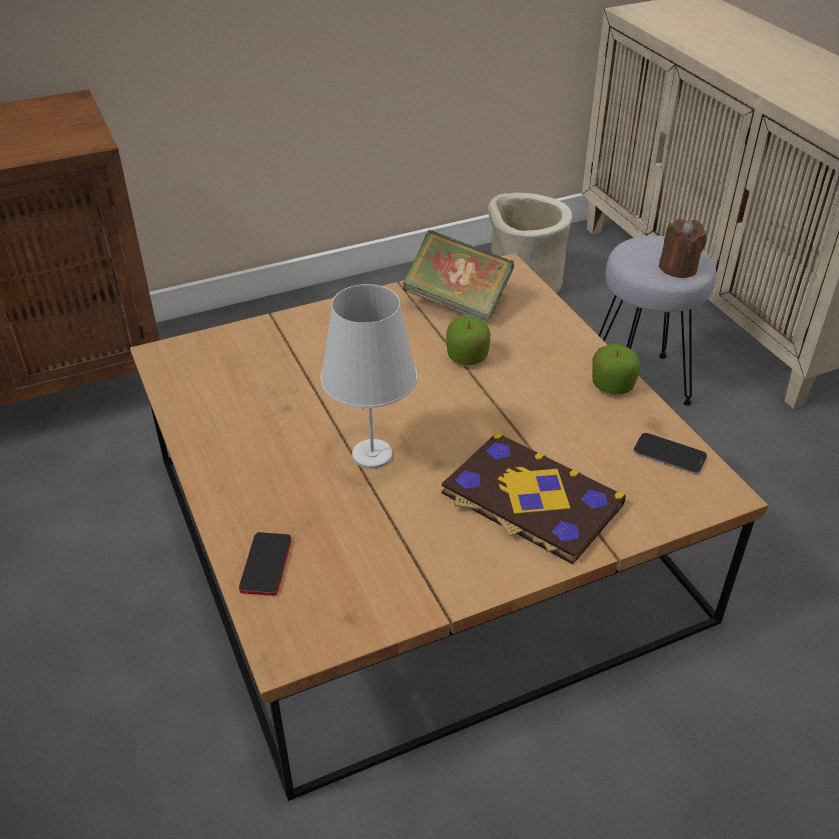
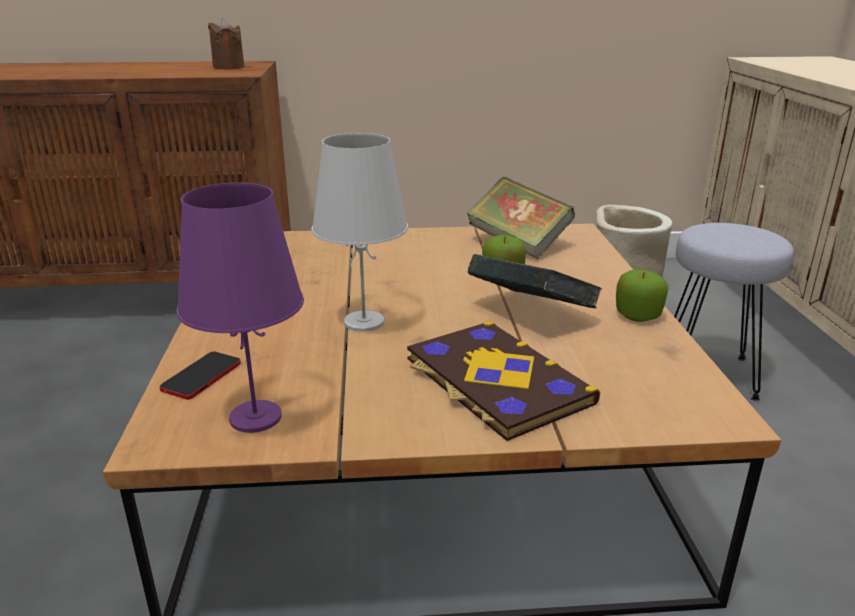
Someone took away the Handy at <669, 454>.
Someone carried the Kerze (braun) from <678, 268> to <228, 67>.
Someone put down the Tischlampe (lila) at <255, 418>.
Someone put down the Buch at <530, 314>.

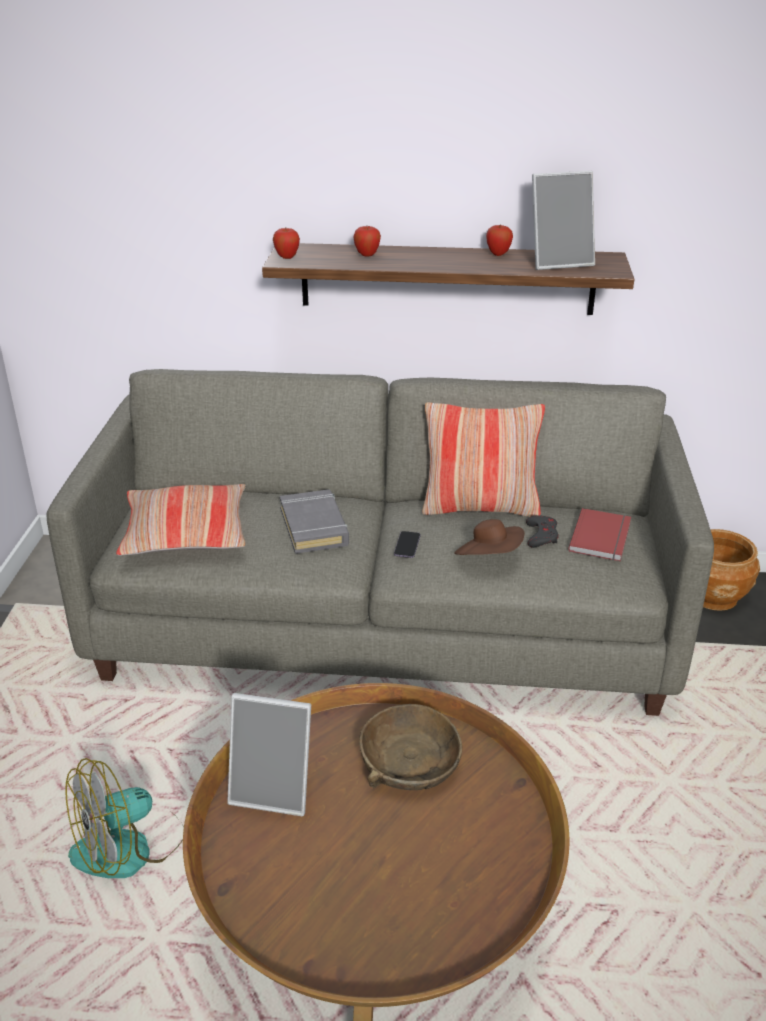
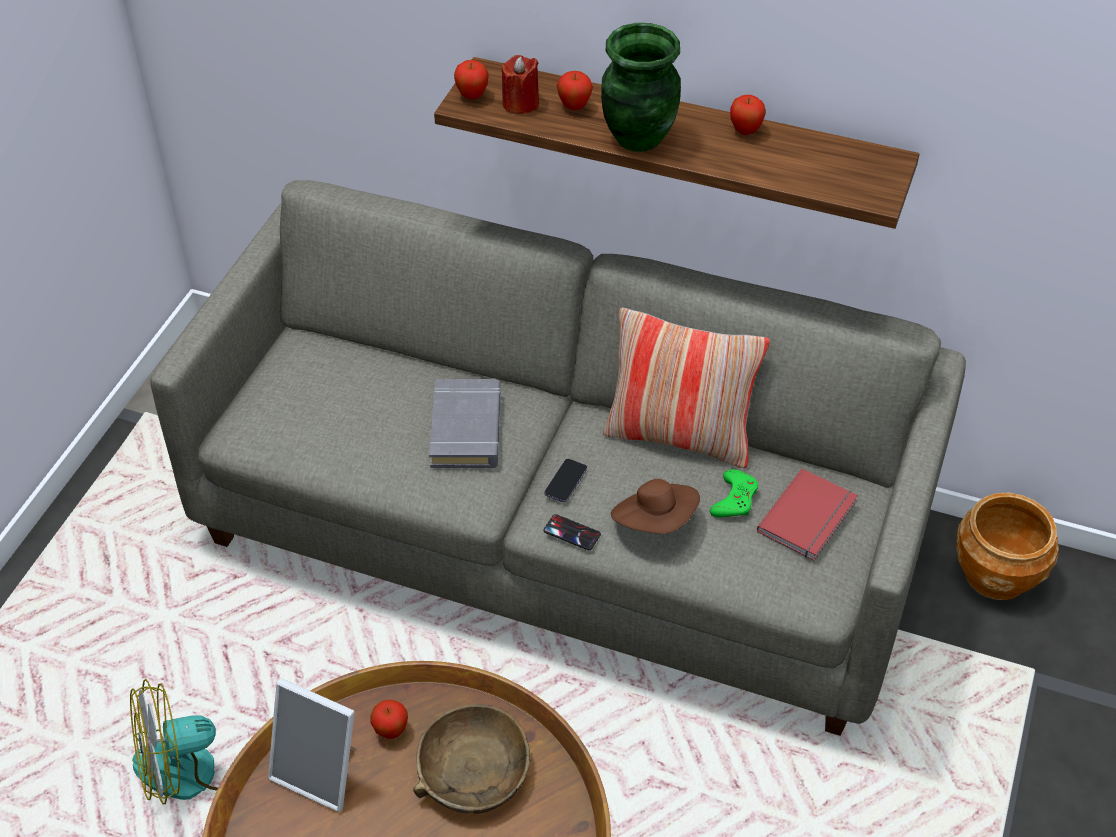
Someone took away the Kissen at <186, 533>.
Someone repainted the Gamepad (grau) at <541, 535>, which became the Gamepad (grün) at <734, 499>.
Someone took away the Bilderrahmen at <558, 261>.
Someone put down the Apfel at <391, 731>.
Someone put down the Kerze (rot) at <520, 104>.
Someone put down the Handy at <572, 532>.
Someone put down the Vase (grün) at <637, 138>.

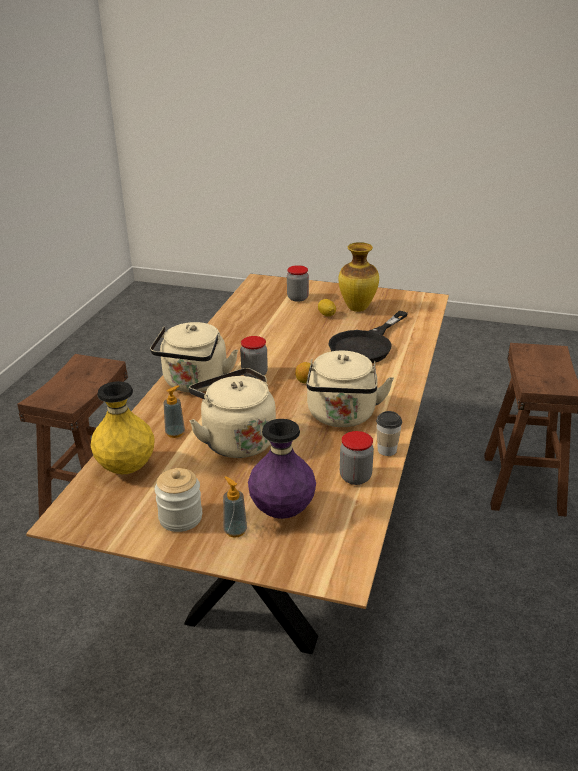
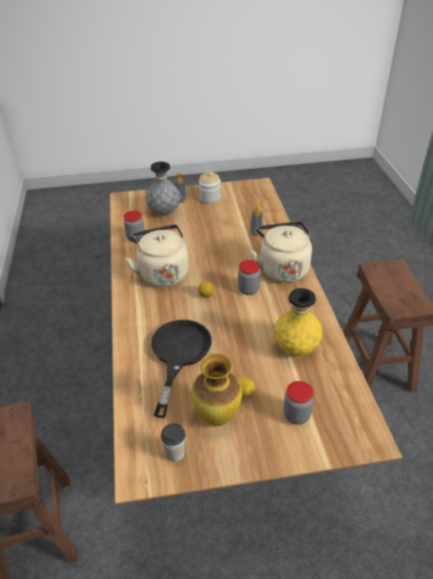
Someone carried the Vase (gelb) from <127, 468> to <296, 349>.
Someone took away the Wasserkessel (beige) at <236, 440>.
Someone repainted the Vase (lila) at <282, 511>, which became the Vase (grau) at <164, 213>.
Someone carried the Tasse from <387, 450> to <175, 453>.

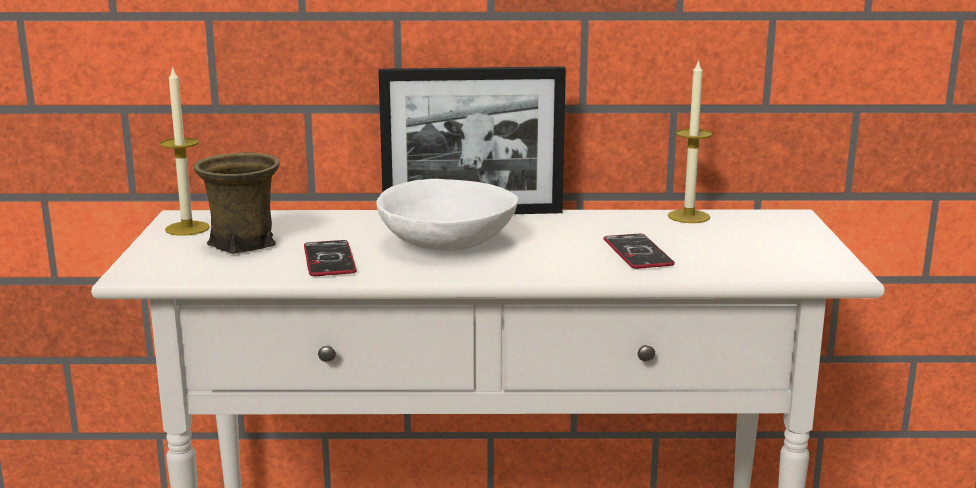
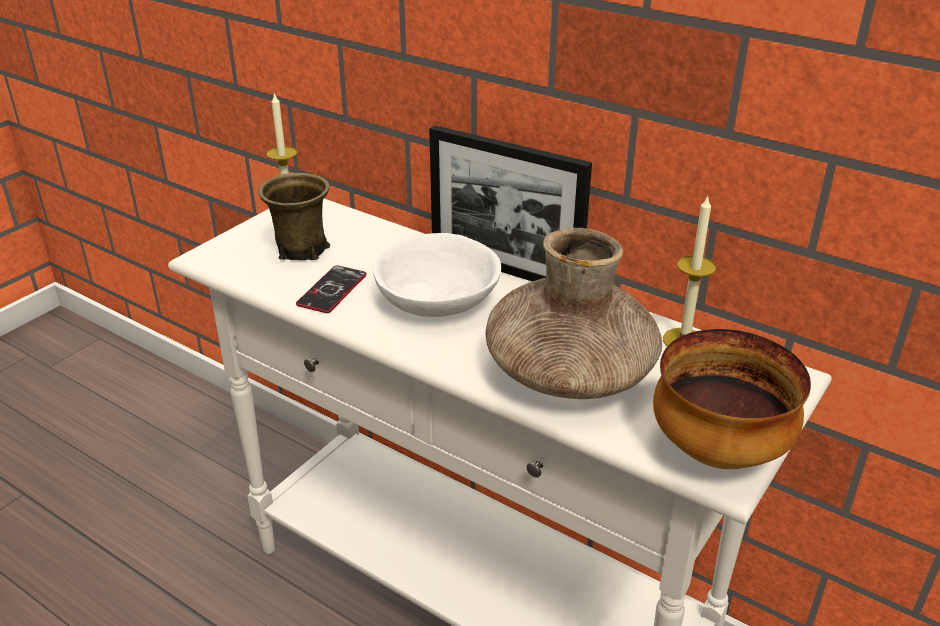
Someone swapped the Handy at <637, 253> for the Vase (braun) at <569, 374>.
Someone put down the Schüssel at <718, 450>.

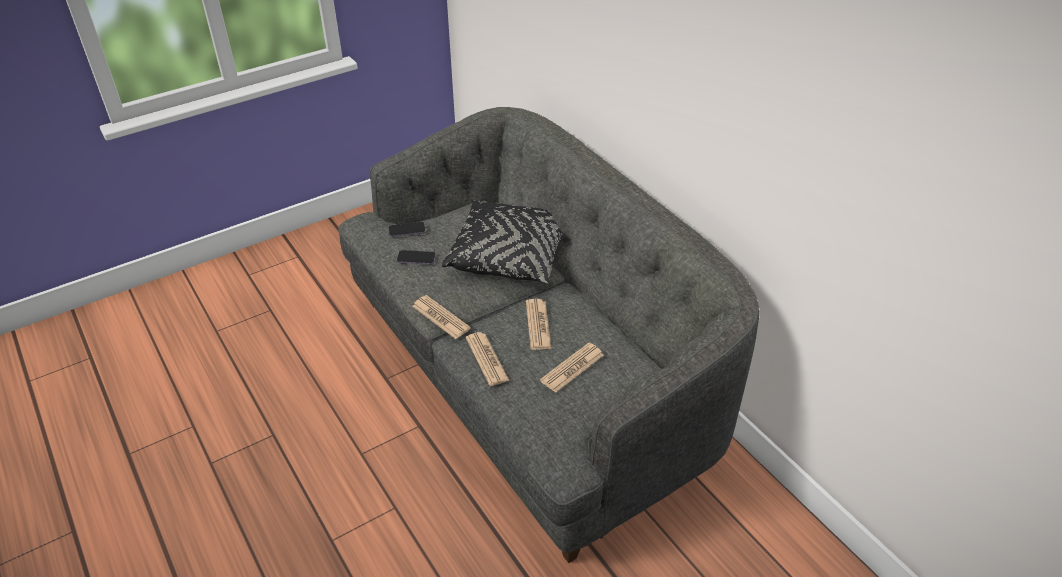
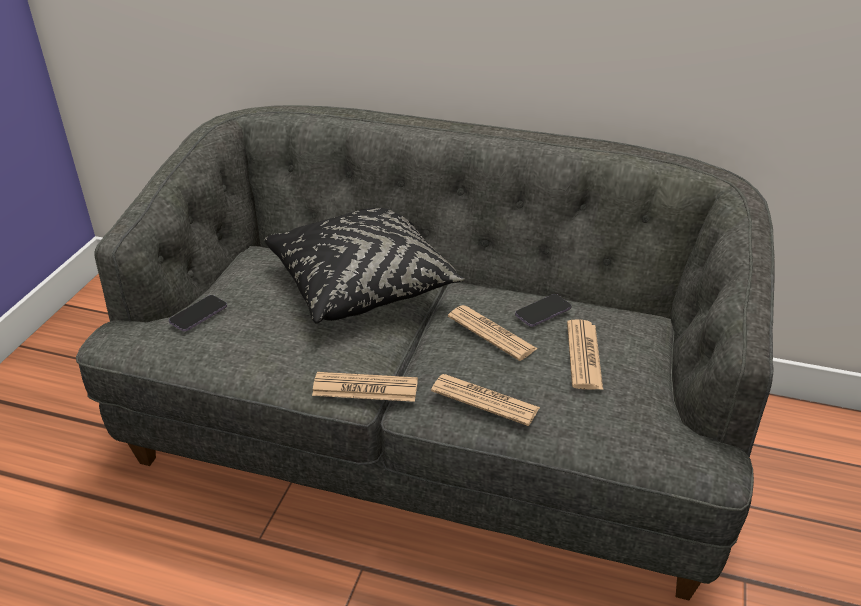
Someone carried the Handy from <416, 258> to <543, 312>.

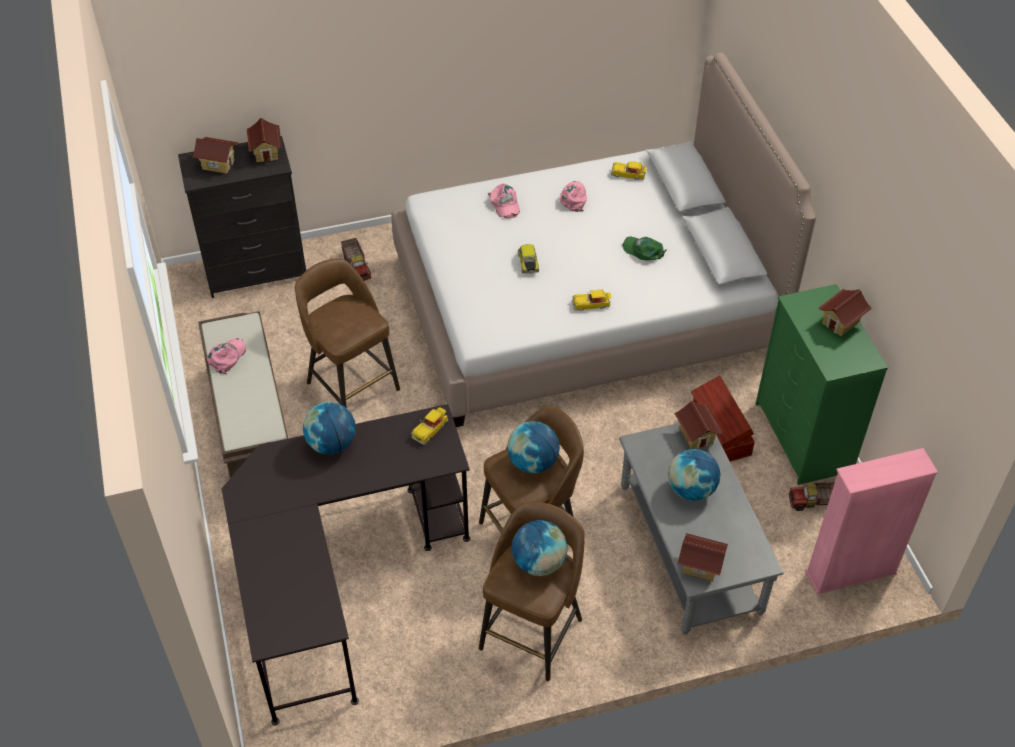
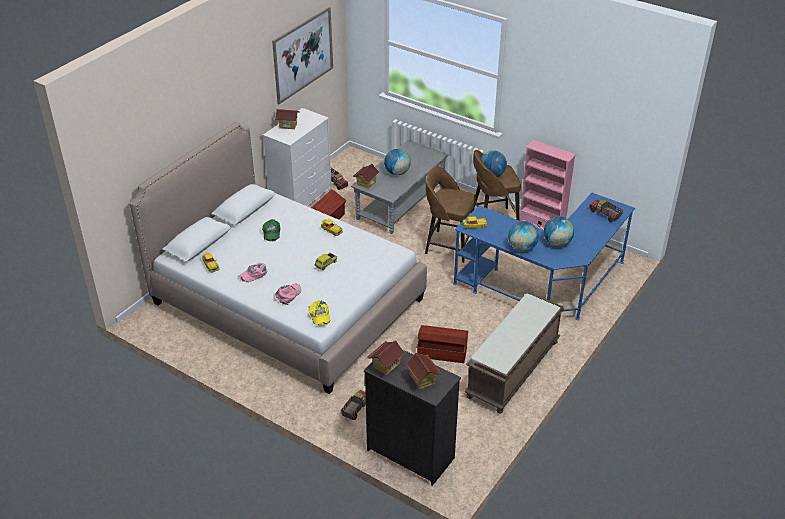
Someone took away the Kappe (rosa) at <227, 357>.
Someone repainted the Schreibtisch (schwarz) at <337, 578>, which became the Schreibtisch (blau) at <545, 286>.
Someone swapped the Hocker (braun) at <351, 384> for the Aufbewahrungsbox (braun) at <441, 352>.
Someone carried the Globus from <533, 462> to <557, 243>.
Someone took away the Spielzeughaus at <700, 566>.
Someone repainted the Kommode (grün) at <804, 438>, which became the Kommode (weiß) at <301, 199>.
Someone carried the Bücherregal (rosa) from <850, 572> to <541, 225>.
Someone put up the Bild at <303, 55>.
Someone put down the Kappe (gelb) at <319, 315>.
Someone put down the Spielzeuglaster at <604, 215>.

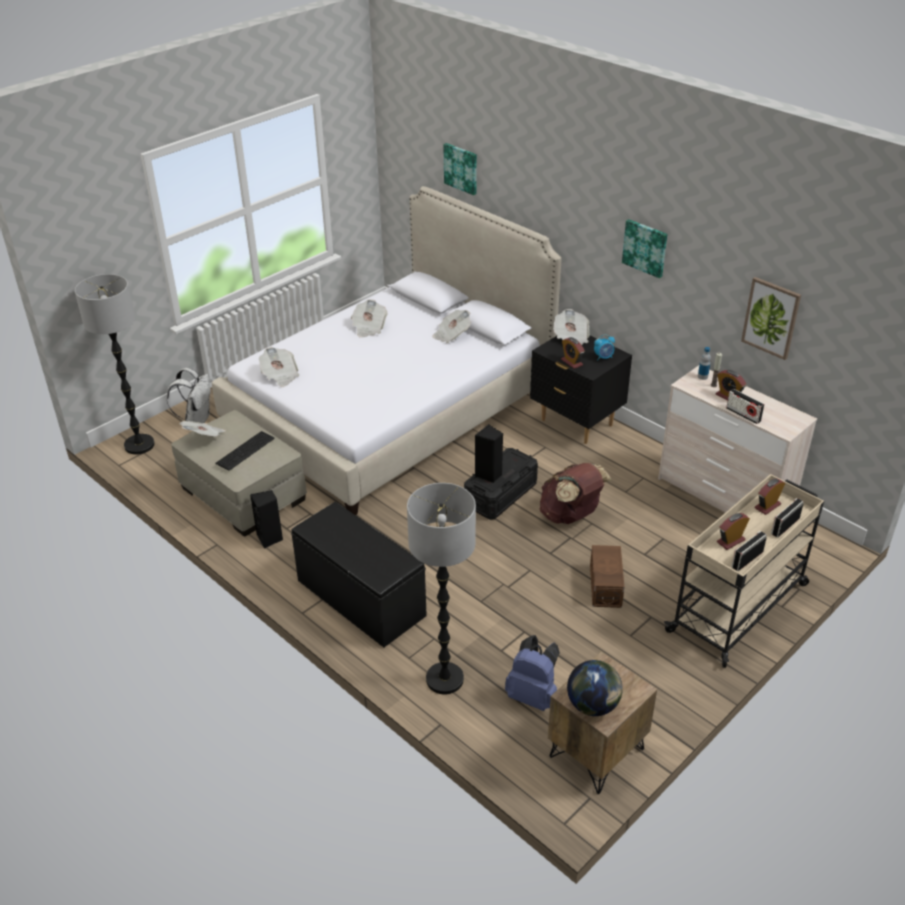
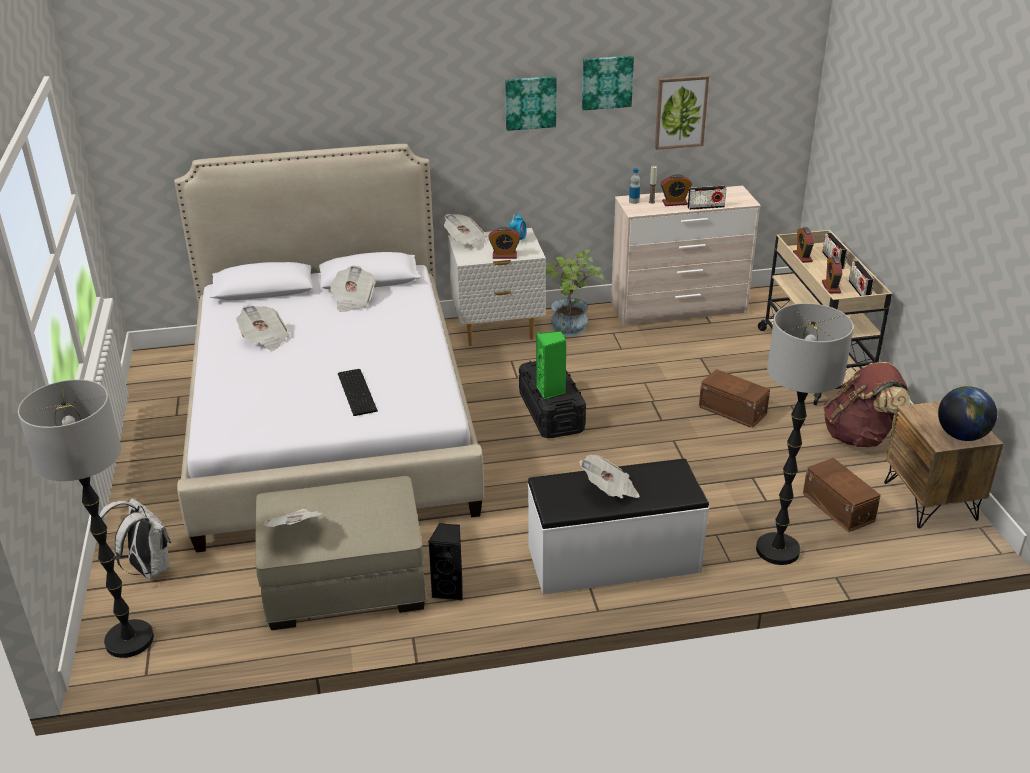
Someone carried the Tastatur from <246, 451> to <358, 391>.
Someone carried the Zeitung from <280, 376> to <609, 490>.
Someone repainted the Bank (schwarz) at <360, 598>, which became the Bank (weiß) at <614, 560>.
Someone carried the Bild from <461, 168> to <606, 82>.
Someone repainted the Lautsprecher (schwarz) at <489, 475>, which became the Lautsprecher (grün) at <551, 390>.
Someone swapped the Rucksack (blau) at <533, 695> for the Aufbewahrungsbox (braun) at <838, 506>.
Someone repainted the Nachttisch (schwarz) at <576, 423>, which became the Nachttisch (weiß) at <497, 331>.
Someone carried the Rucksack (braun) from <570, 515> to <859, 436>.
Someone put down the Topfpflanze at <571, 329>.

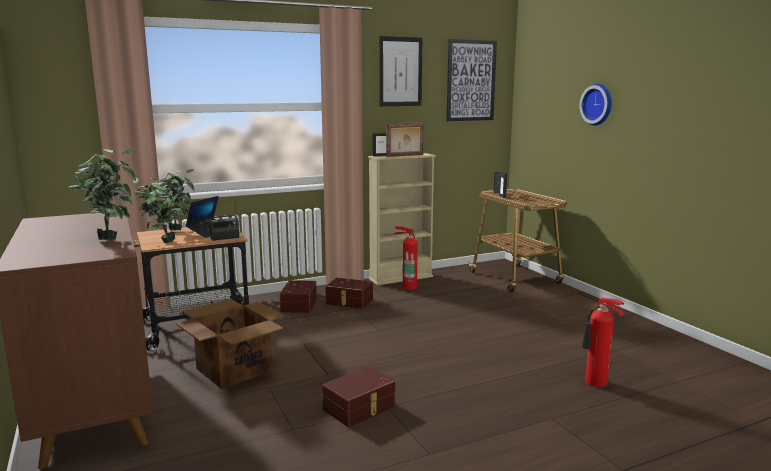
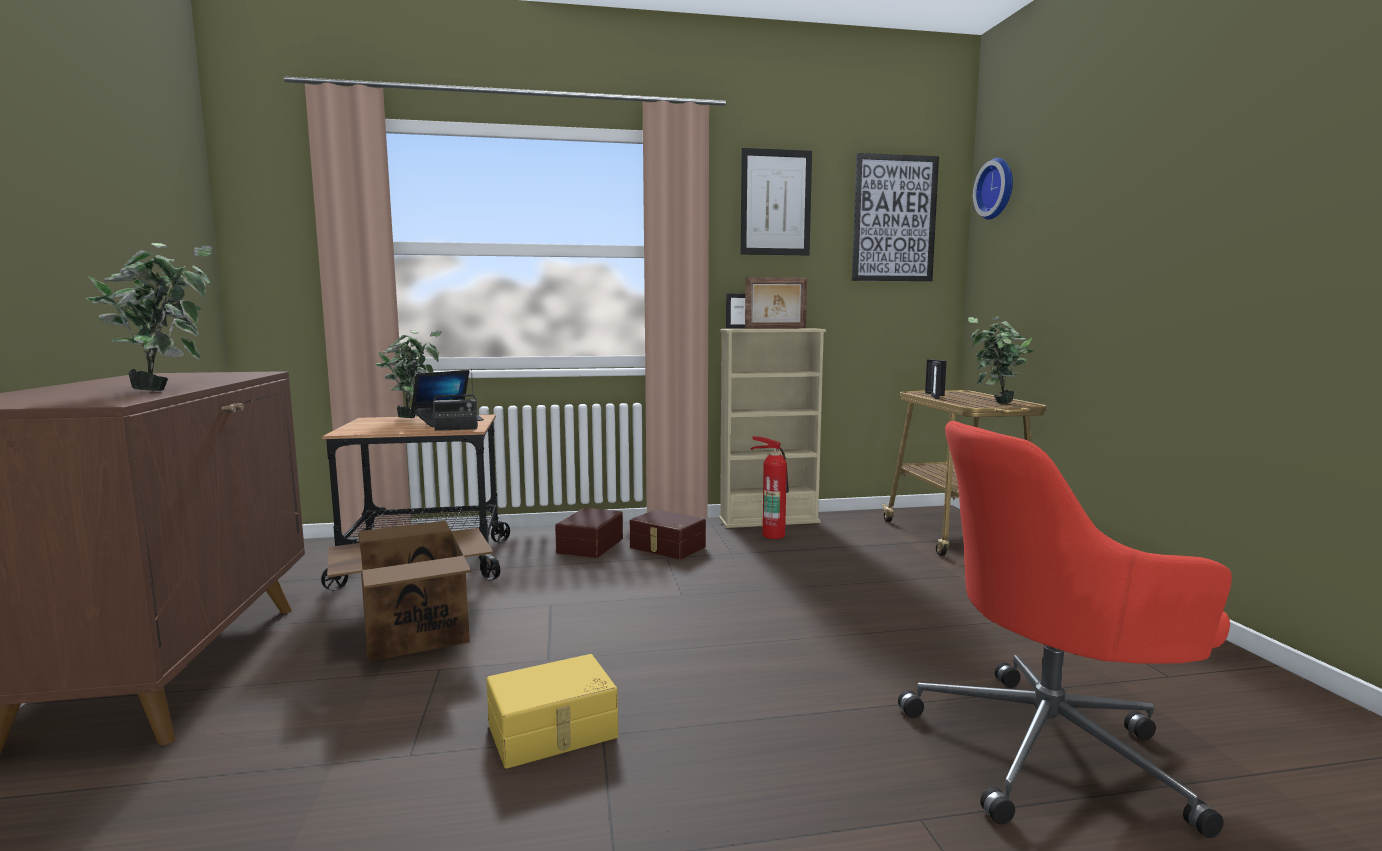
Someone carried the Topfpflanze from <160, 243> to <995, 403>.
Someone repainted the Aufbewahrungsbox (braun) at <360, 408>, which became the Aufbewahrungsbox (gelb) at <553, 732>.
Someone carried the Wanduhr from <598, 104> to <997, 189>.
Someone swapped the Feuerlöscher at <595, 383> for the Bürostuhl (rot) at <1050, 750>.

